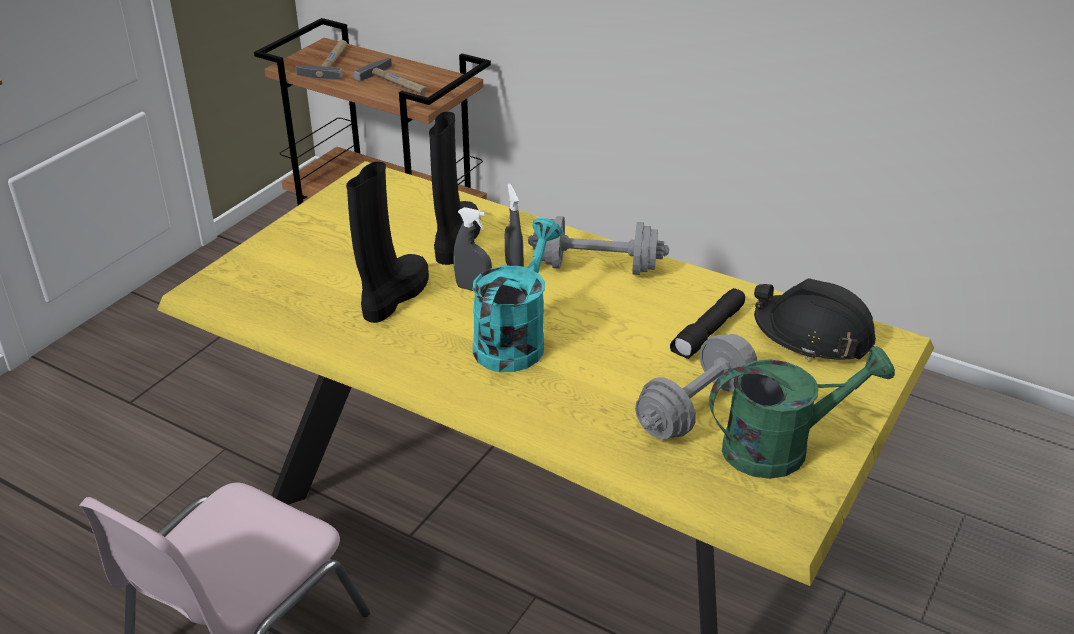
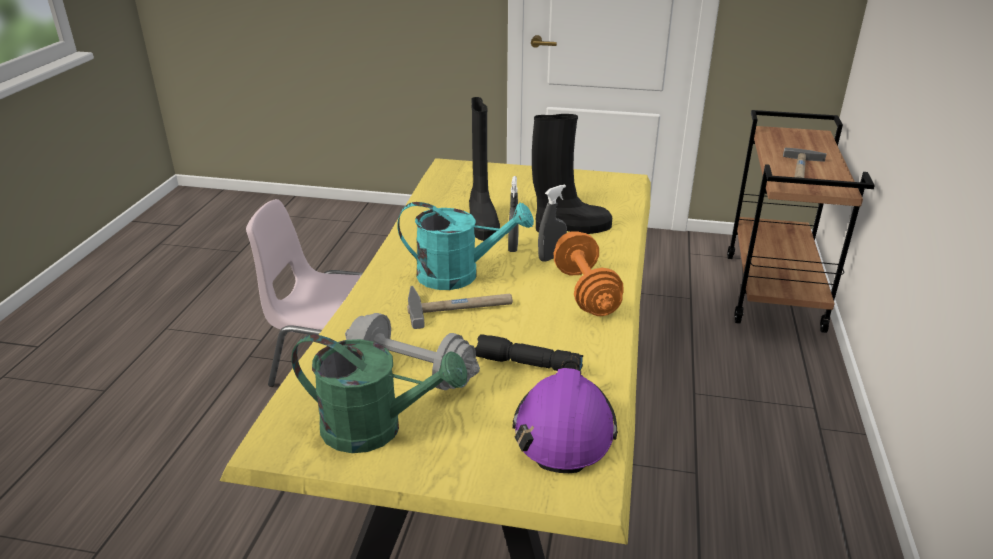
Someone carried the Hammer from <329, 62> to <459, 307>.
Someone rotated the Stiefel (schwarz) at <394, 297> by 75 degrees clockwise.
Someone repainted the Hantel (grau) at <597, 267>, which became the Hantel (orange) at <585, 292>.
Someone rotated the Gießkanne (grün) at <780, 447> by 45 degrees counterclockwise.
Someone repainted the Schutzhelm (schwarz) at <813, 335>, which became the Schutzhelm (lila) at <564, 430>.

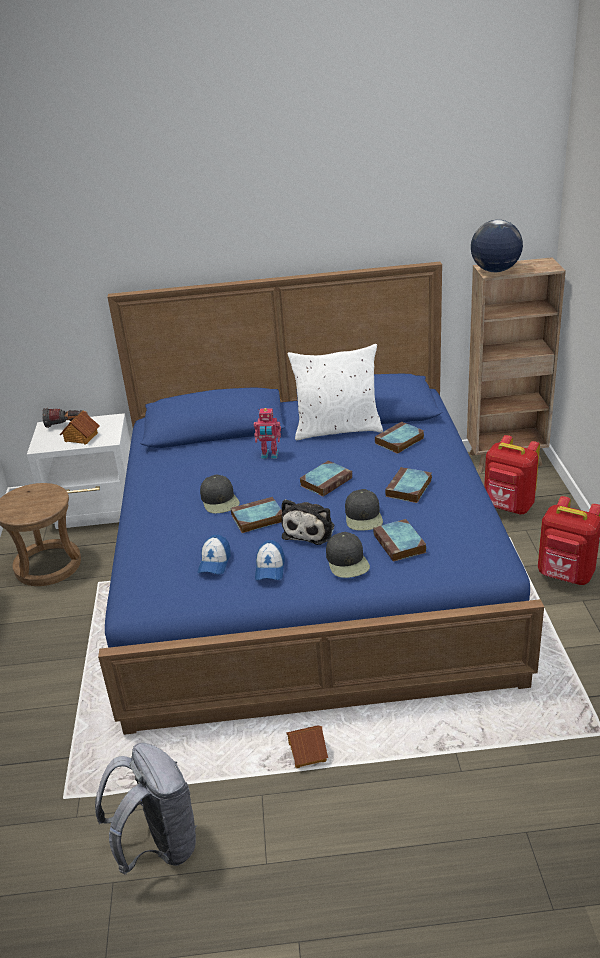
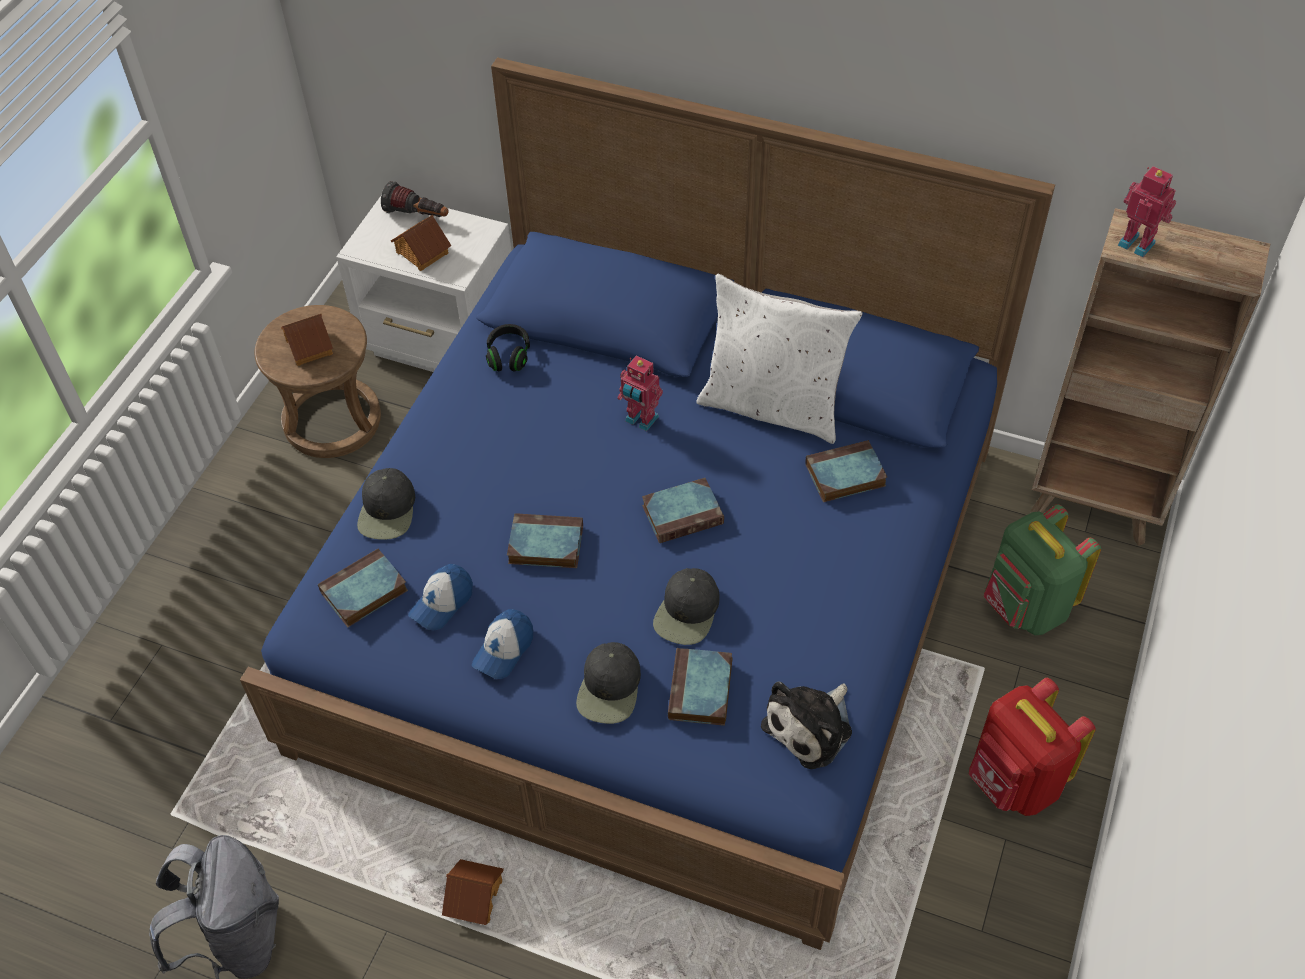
Someone carried the Kappe (schwarz) from <220, 500> to <387, 510>.
Someone carried the Plüschtier from <310, 530> to <811, 726>.
Someone carried the Buch from <408, 489> to <363, 593>.
Someone swapped the Globus at <495, 270> for the Spielzeugroboter at <1137, 242>.
Someone repainted the Rucksack (rot) at <508, 507>, which became the Rucksack (grün) at <1025, 607>.
Someone put down the Spielzeughaus at <308, 347>.
Someone put down the Kopfhörer (schwarz) at <509, 356>.

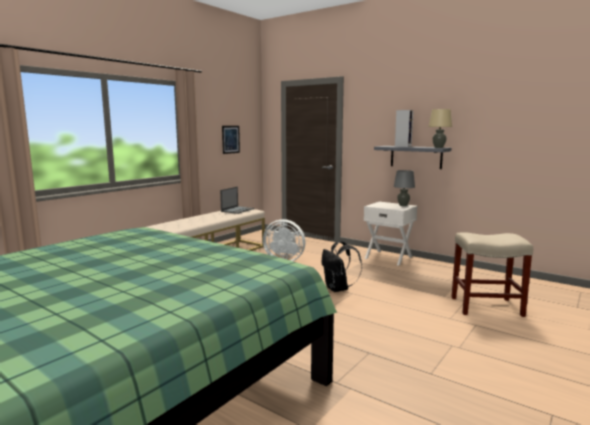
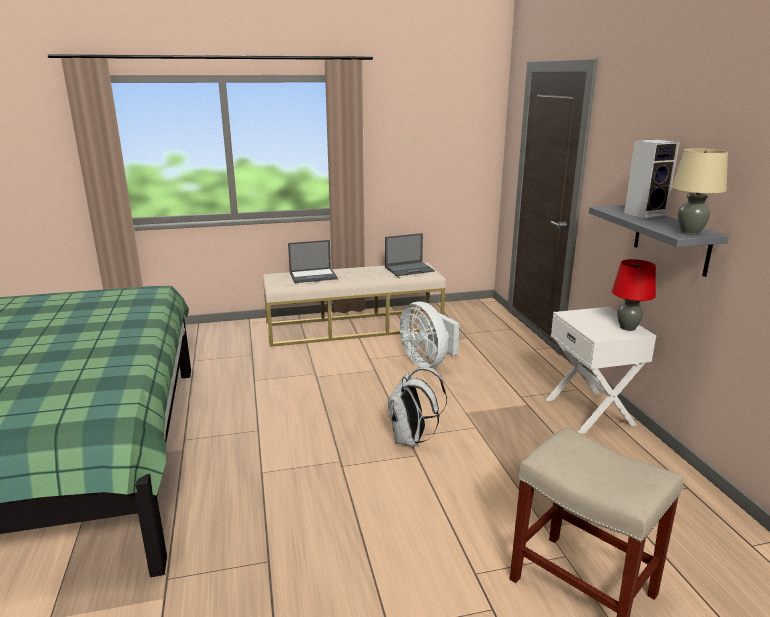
Someone took away the Bild at <230, 139>.
Someone repainted the Rucksack (schwarz) at <338, 289>, which became the Rucksack (weiß) at <411, 439>.
Someone repainted the Tischlampe (grau) at <403, 205>, which became the Tischlampe (rot) at <627, 328>.
Someone put down the Laptop at <313, 276>.

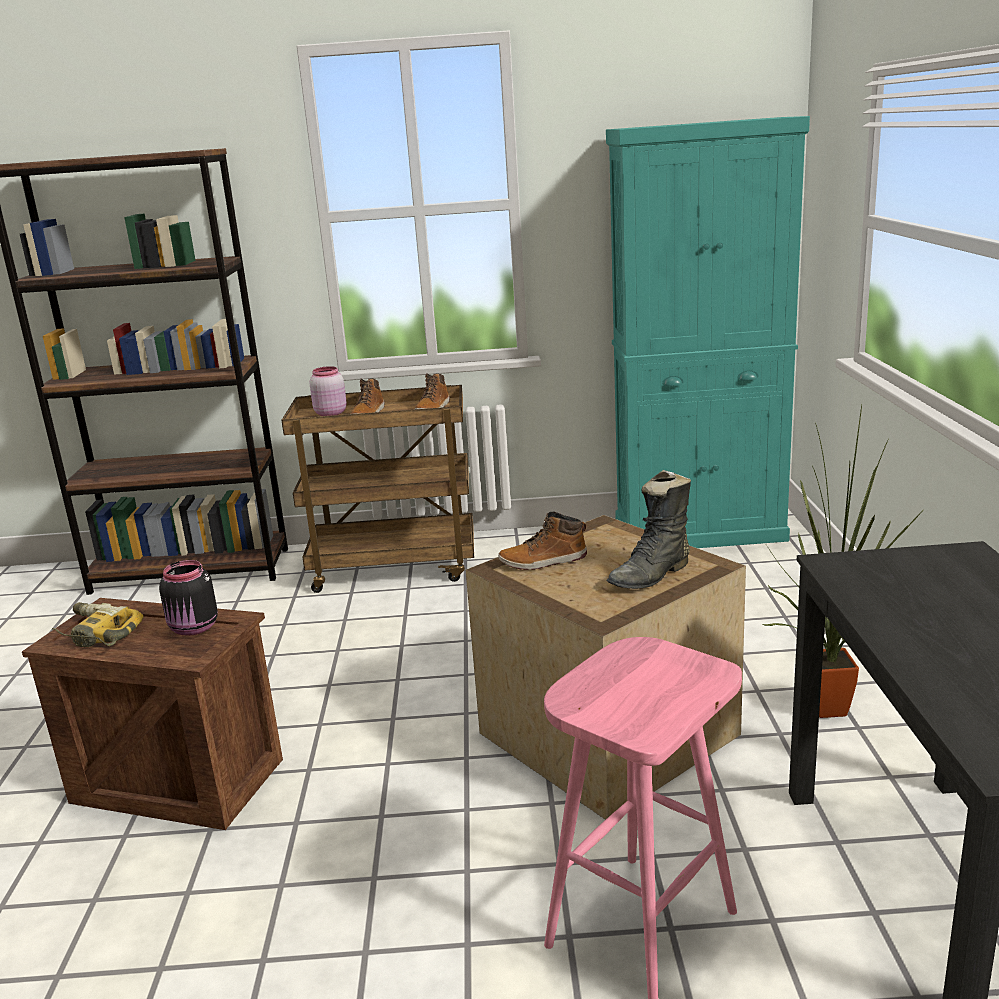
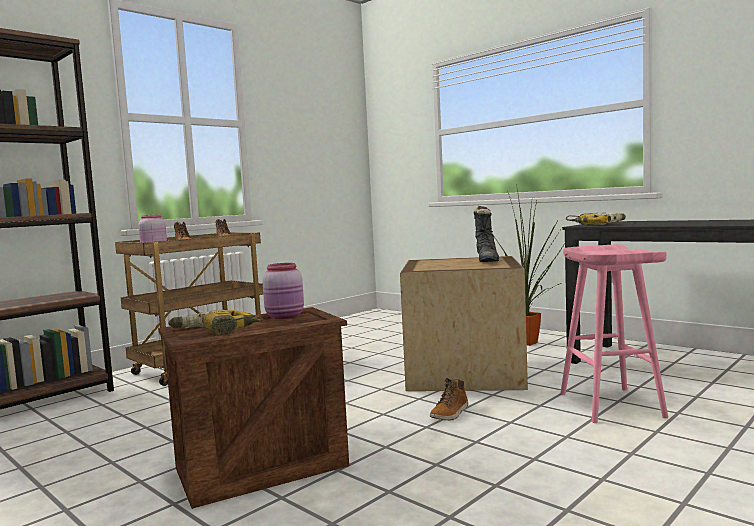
Someone repainted the Vorratsglas (schwarz) at <194, 628>, which became the Vorratsglas (rosa) at <286, 316>.
Someone carried the Stiefel from <543, 561> to <450, 413>.
Someone took away the Schrank (türkis) at <700, 531>.
Someone put down the Bohrmaschine at <597, 224>.

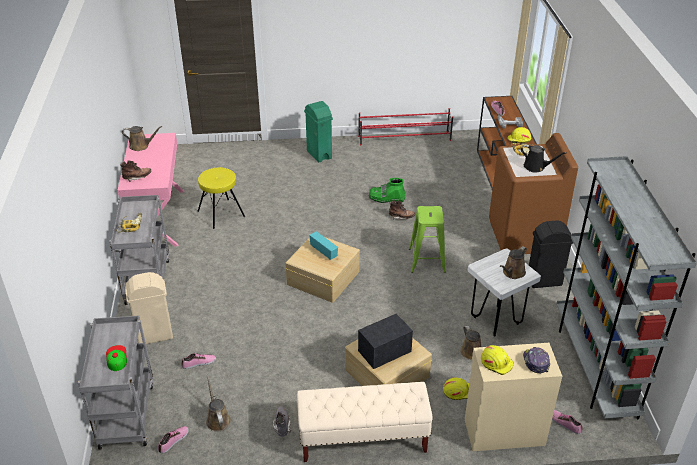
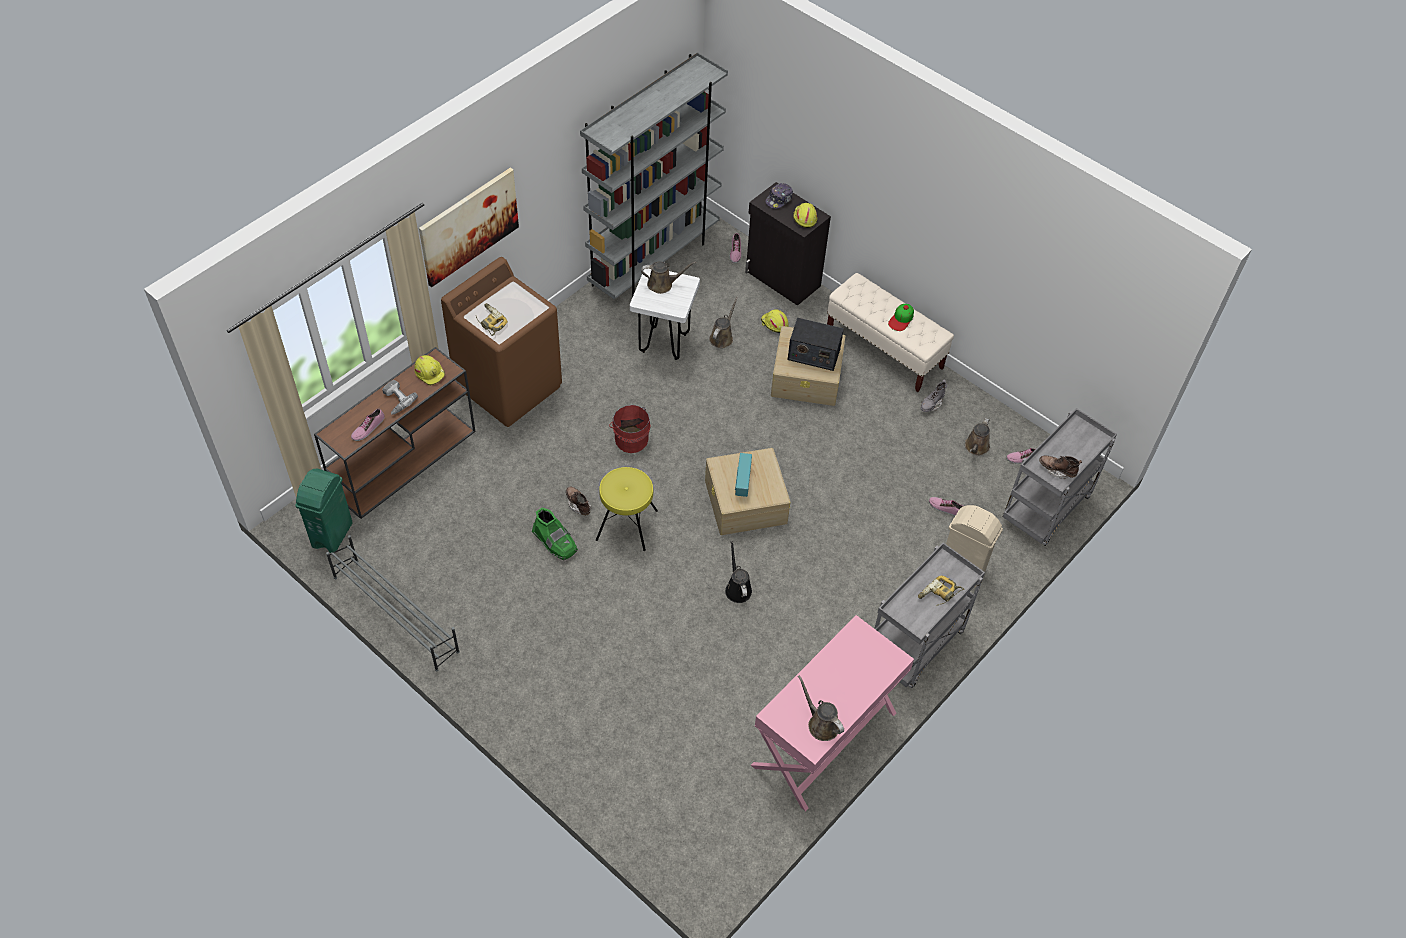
Someone carried the Kappe from <116, 358> to <901, 319>.
Someone carried the Stiefel (braun) from <137, 177> to <1057, 470>.
Someone carried the Hocker (gelb) from <221, 214> to <626, 524>.
Someone carried the Mülleimer (grün) from <319, 155> to <333, 534>.
Someone repainted the Schuhregal (rot) at <405, 138>, which became the Schuhregal (grau) at <395, 613>.
Someone swapped the Hocker (grün) at <426, 260> for the Eimer (rot) at <630, 439>.
Someone repainted the Schrank (beige) at <503, 431>, which became the Schrank (schwarz) at <782, 279>.
Someone carried the Gießkanne (schwarz) from <536, 167> to <737, 588>.
Someone took away the Mülleimer (schwarz) at <544, 281>.
Someone put up the Bild at <469, 226>.

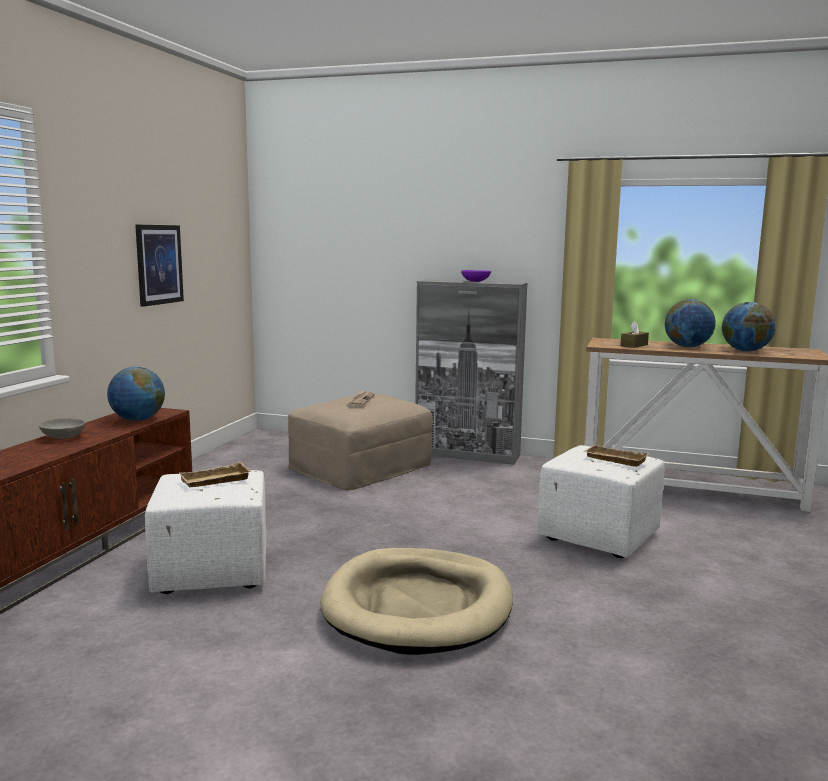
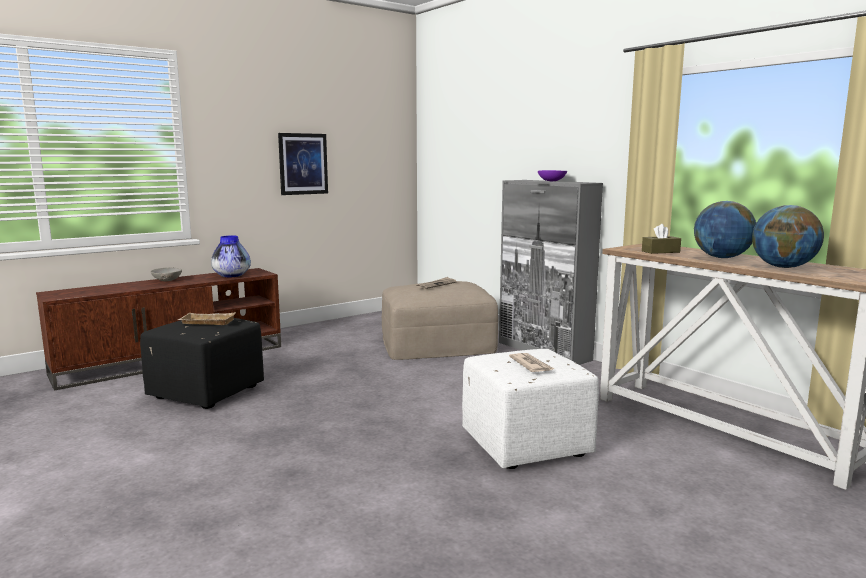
Someone swapped the Globus at <138, 420> for the Vase at <232, 276>.
Someone repainted the Polsterhocker (weiß) at <213, 572>, which became the Polsterhocker (schwarz) at <206, 393>.
Someone took away the Hundebett (beige) at <418, 606>.
Someone swapped the Tablett (beige) at <614, 460> for the Zeitung at <531, 365>.

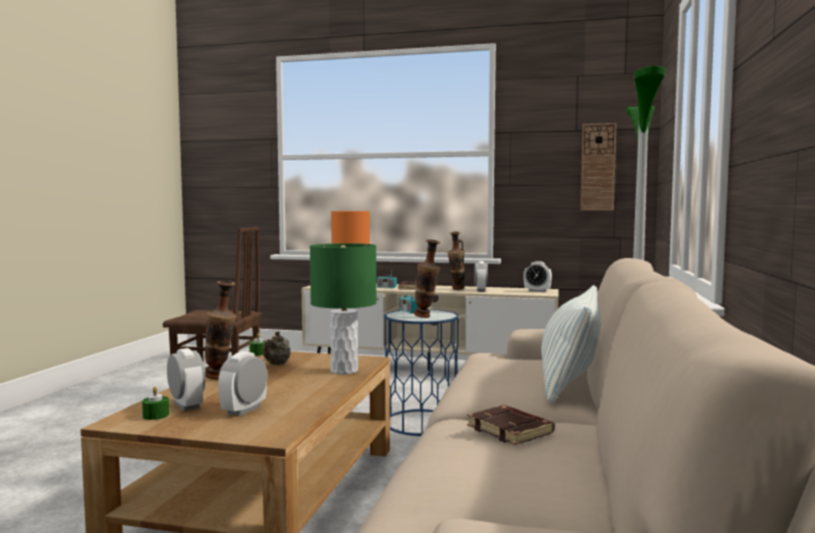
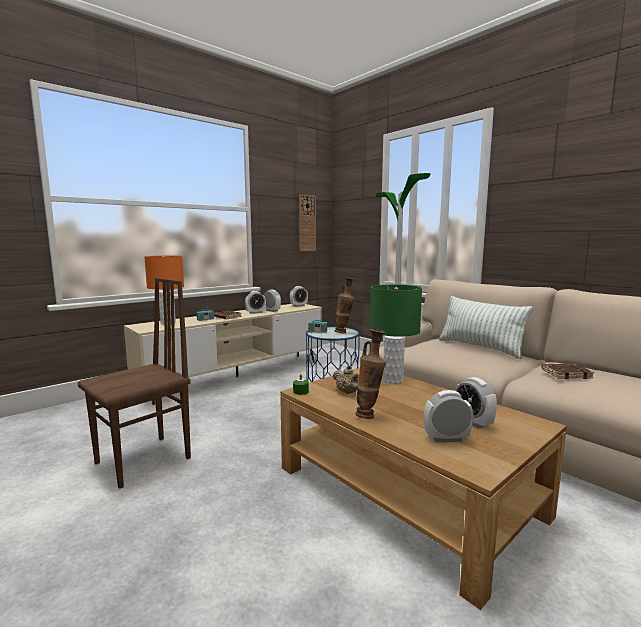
Someone took away the Kerze (grün) at <156, 415>.
Someone swapped the Vase at <456, 289> for the Wecker at <255, 312>.

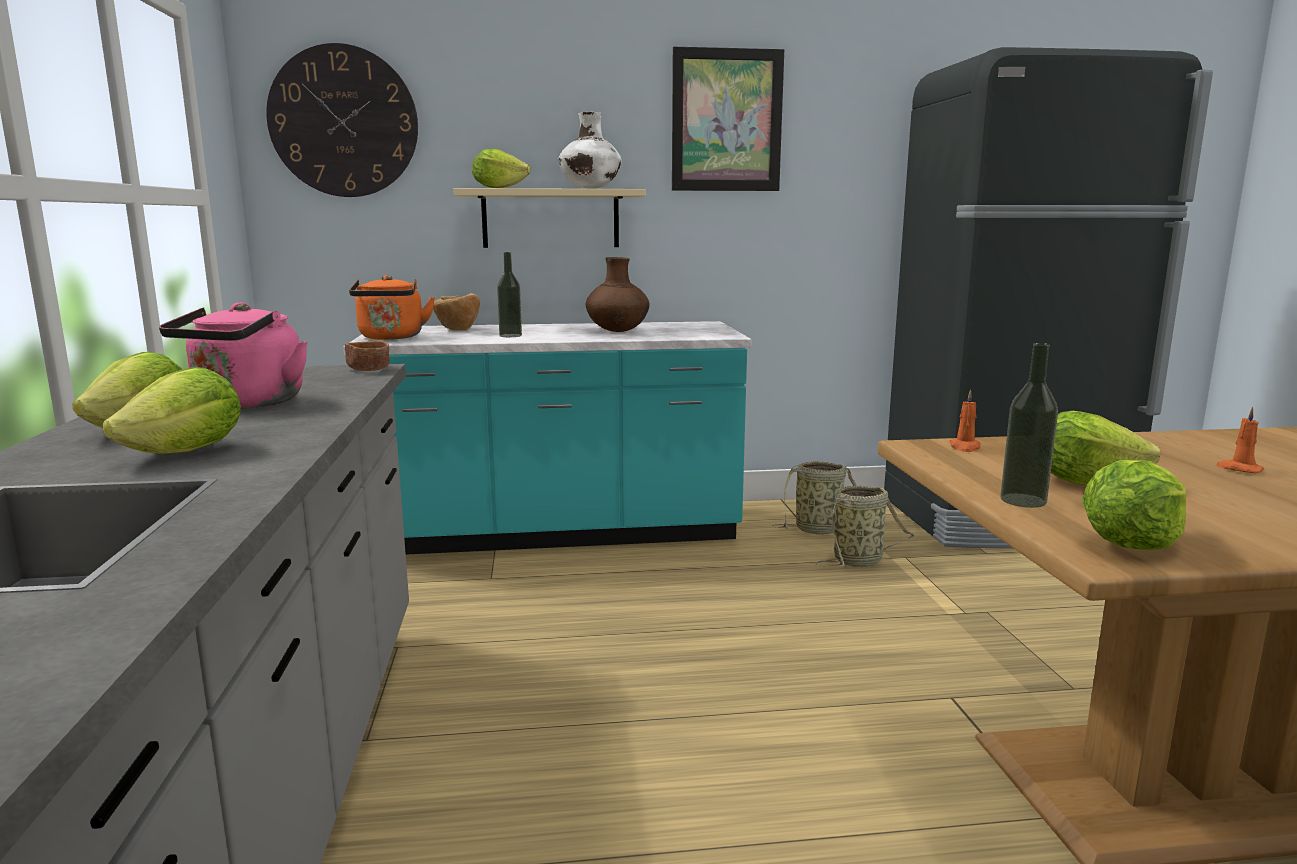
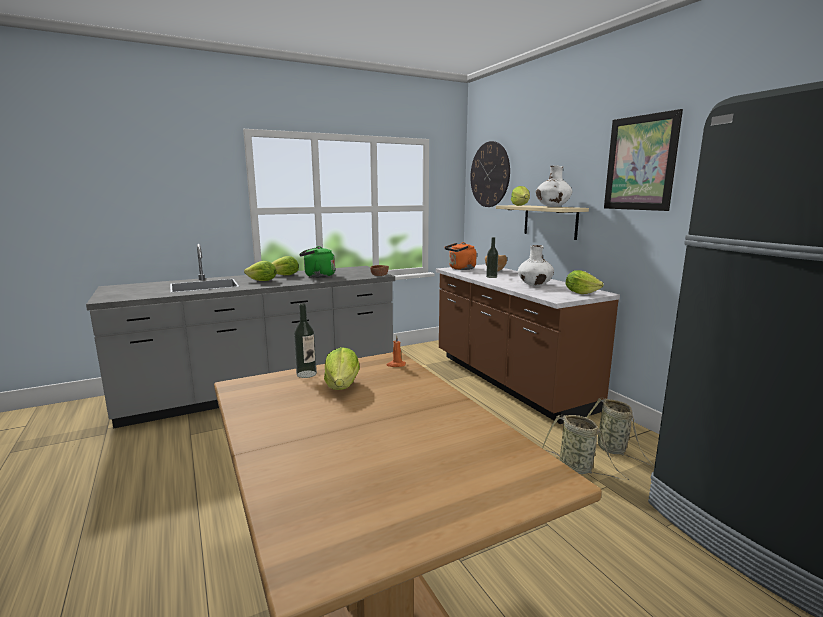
Someone repainted the Wasserkessel (rosa) at <246, 404>, which became the Wasserkessel (grün) at <317, 276>.
Someone repainted the Küchenzeile (türkis) at <557, 533>, which became the Küchenzeile (braun) at <509, 381>.
Someone repainted the Vase (braun) at <617, 331>, which became the Vase (weiß) at <535, 285>.
Someone carried the Salatkopf from <1131, 544> to <581, 293>.
Someone took away the Kerze (orange) at <1239, 469>.

